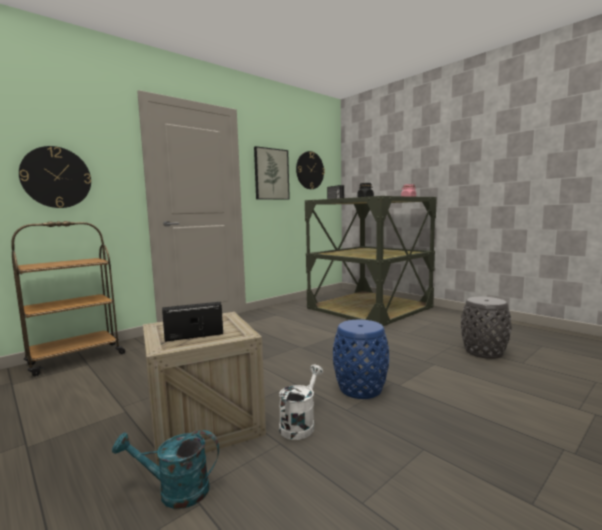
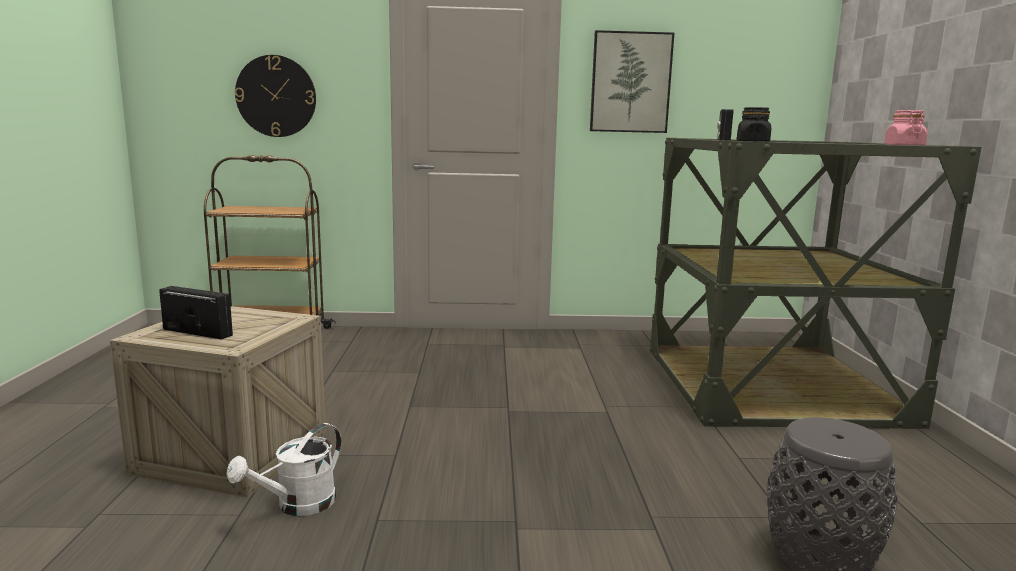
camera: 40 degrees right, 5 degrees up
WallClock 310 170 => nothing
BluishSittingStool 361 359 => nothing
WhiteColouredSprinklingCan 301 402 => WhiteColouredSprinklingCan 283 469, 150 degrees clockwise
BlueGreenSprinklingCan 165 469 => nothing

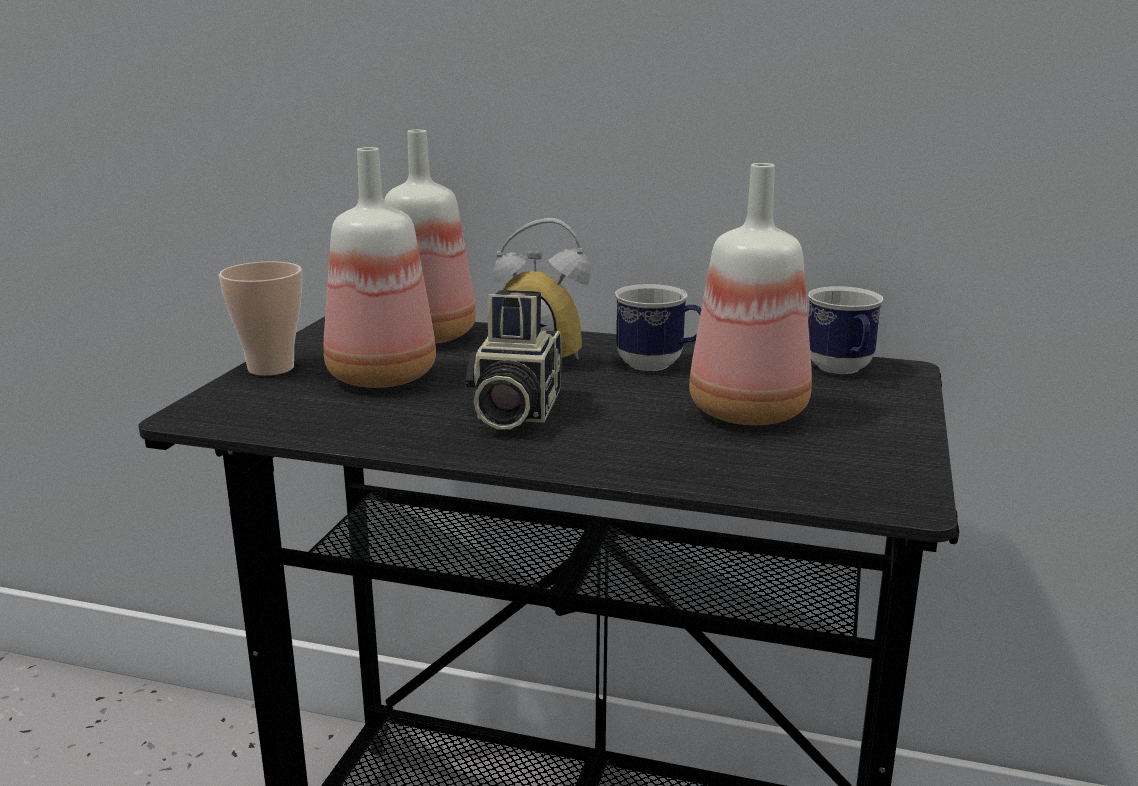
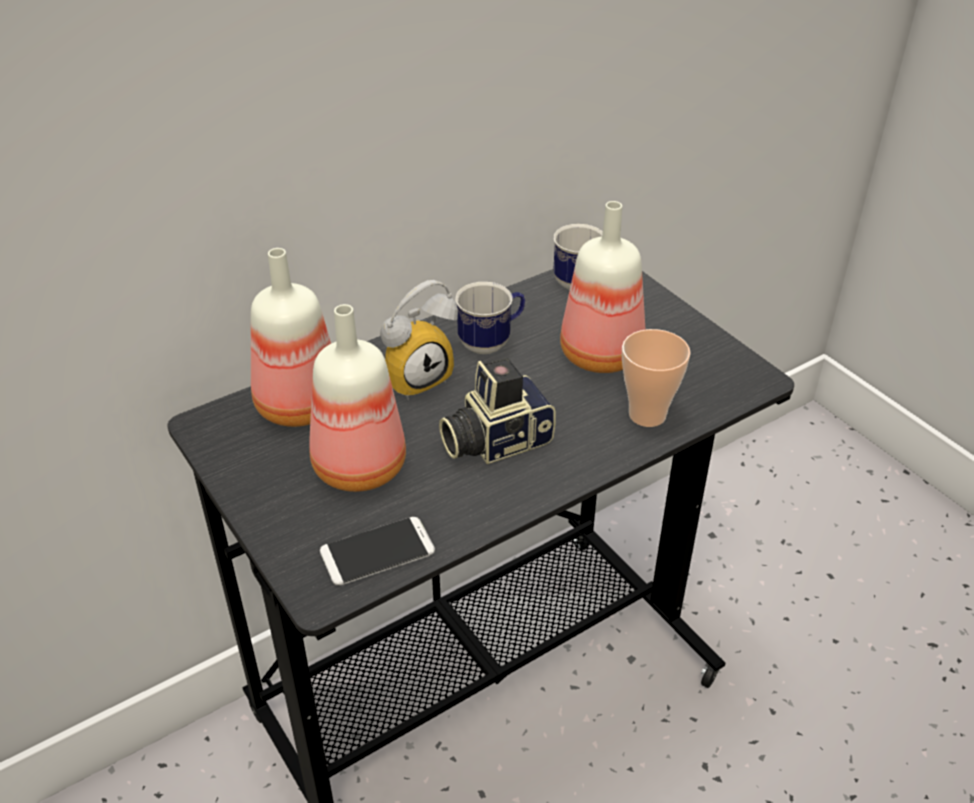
camera: 50 degrees left, 20 degrees up
DrinkingCup 260 318 => DrinkingCup 656 378, shifted
StillCamera 513 360 => StillCamera 497 411, 105 degrees clockwise
nothing => Telephone 377 551

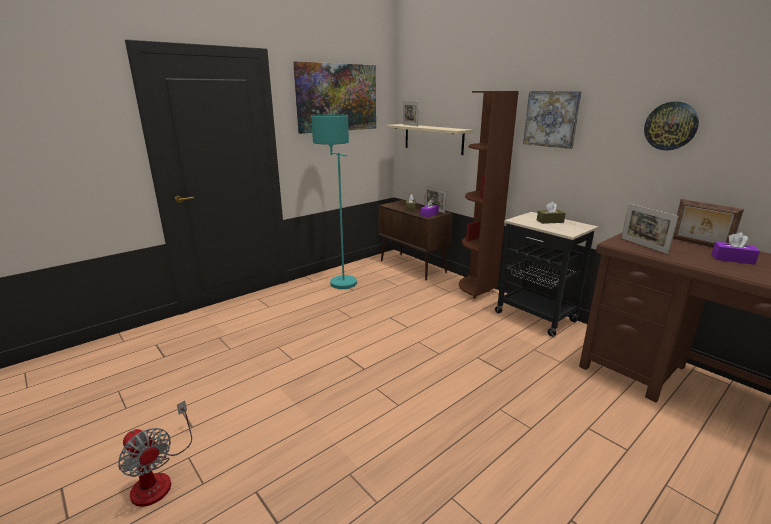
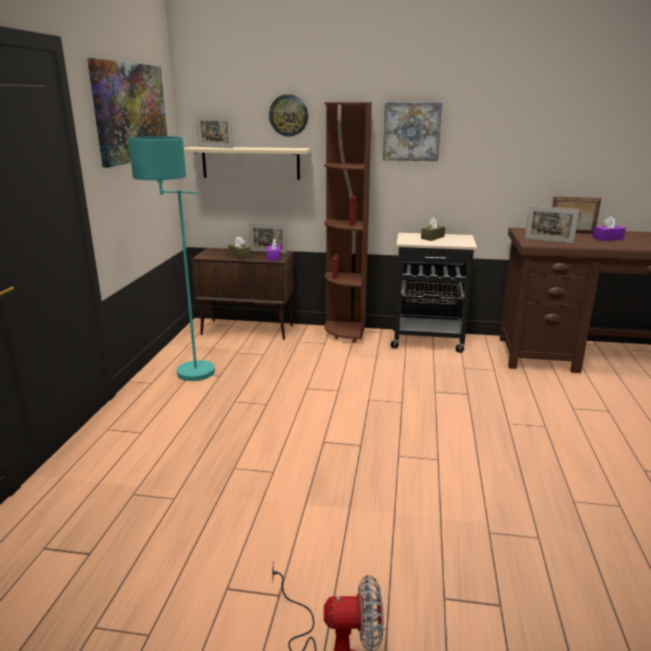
camera: 40 degrees left, 0 degrees up
WallClock 671 126 => WallClock 288 115, shifted

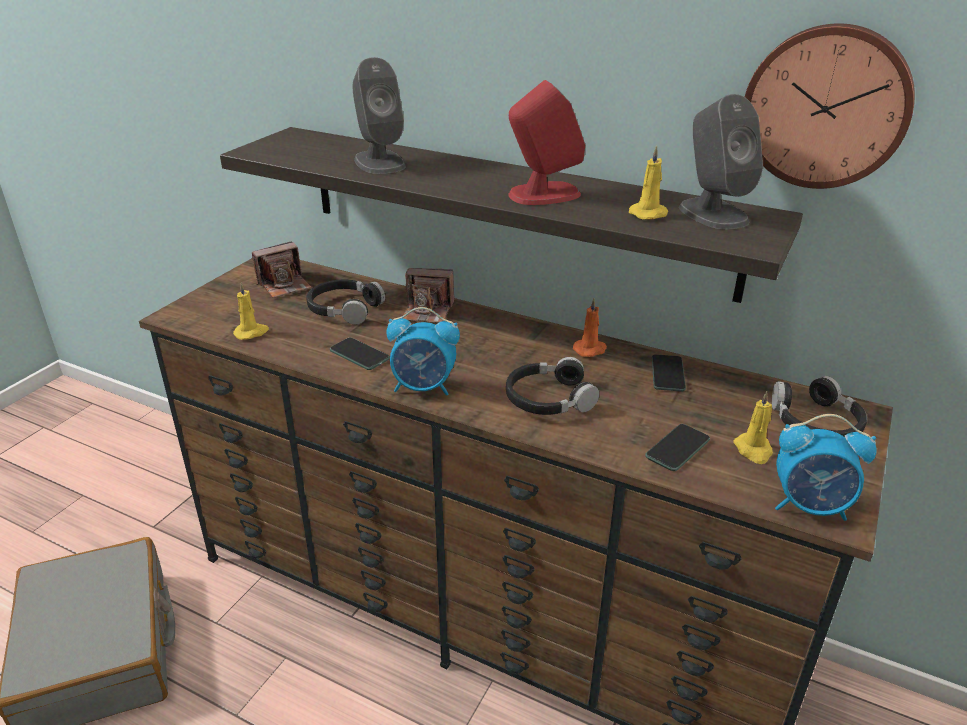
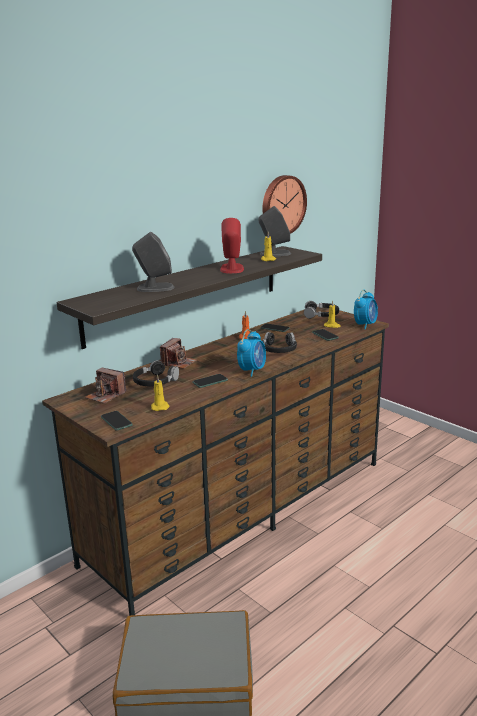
camera: 70 degrees left, 10 degrees down
StillCamera 282 269 => StillCamera 106 386, 135 degrees clockwise
nothing => Telephone 117 421

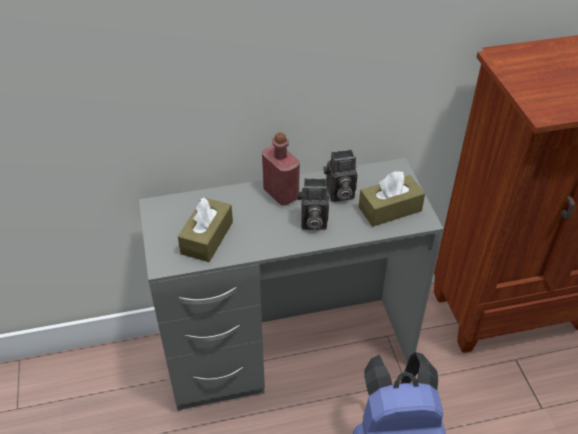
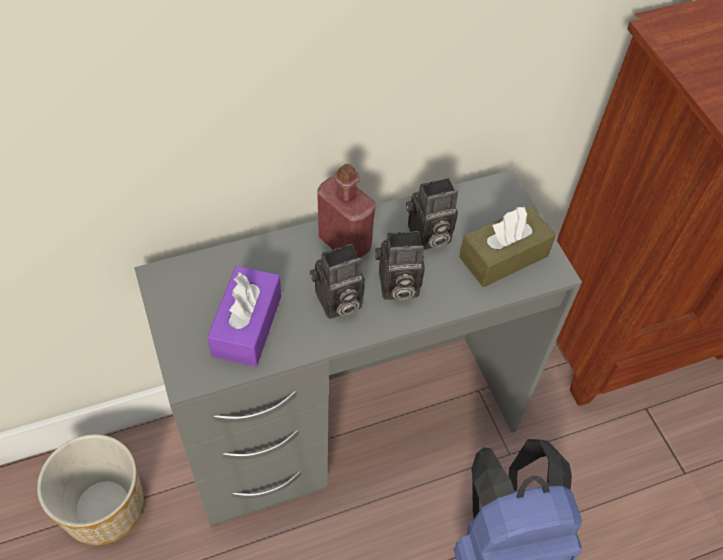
camera: 10 degrees left, 10 degrees up
BrownColouredTissueHolder 205 229 => PurpleTissueHolder 244 316
nothing => StillCamera 337 281
nothing => PlantPot 90 489

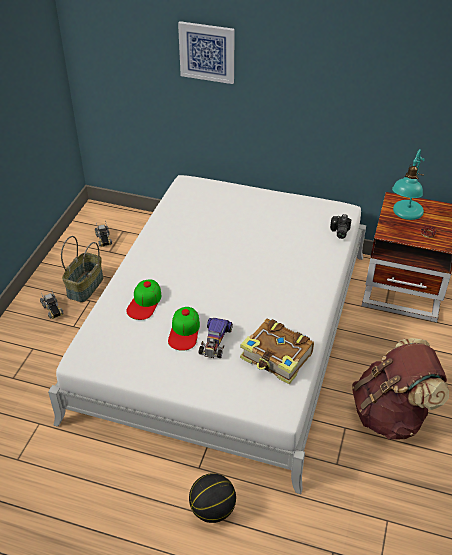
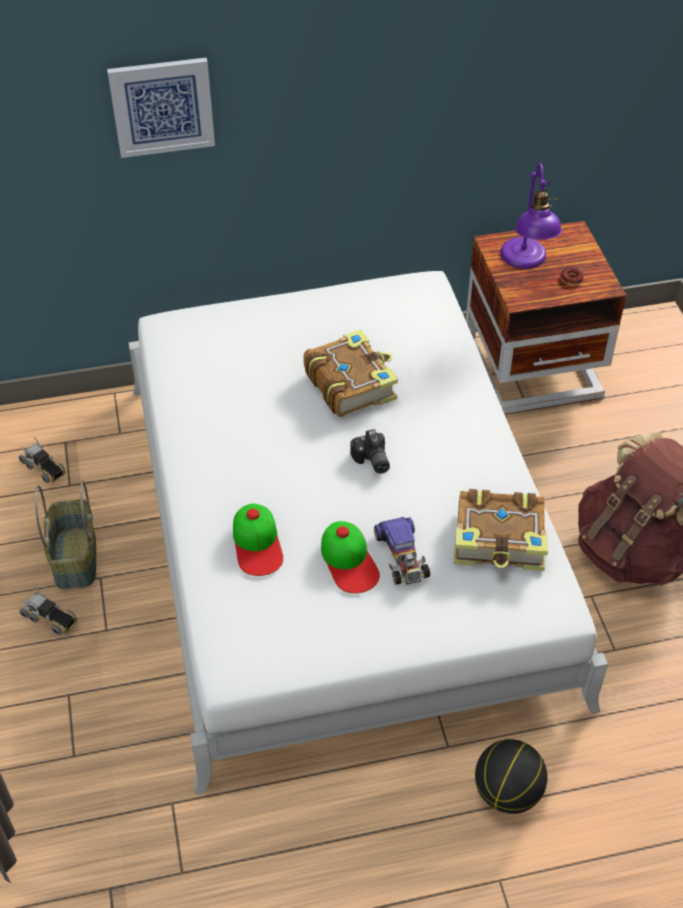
camera: 30 degrees left, 5 degrees up
BlueGreenTableLamp 408 184 => PurpleTableLamp 531 216
StillCamera 340 226 => StillCamera 370 451, shifted
nothing => Book 350 373

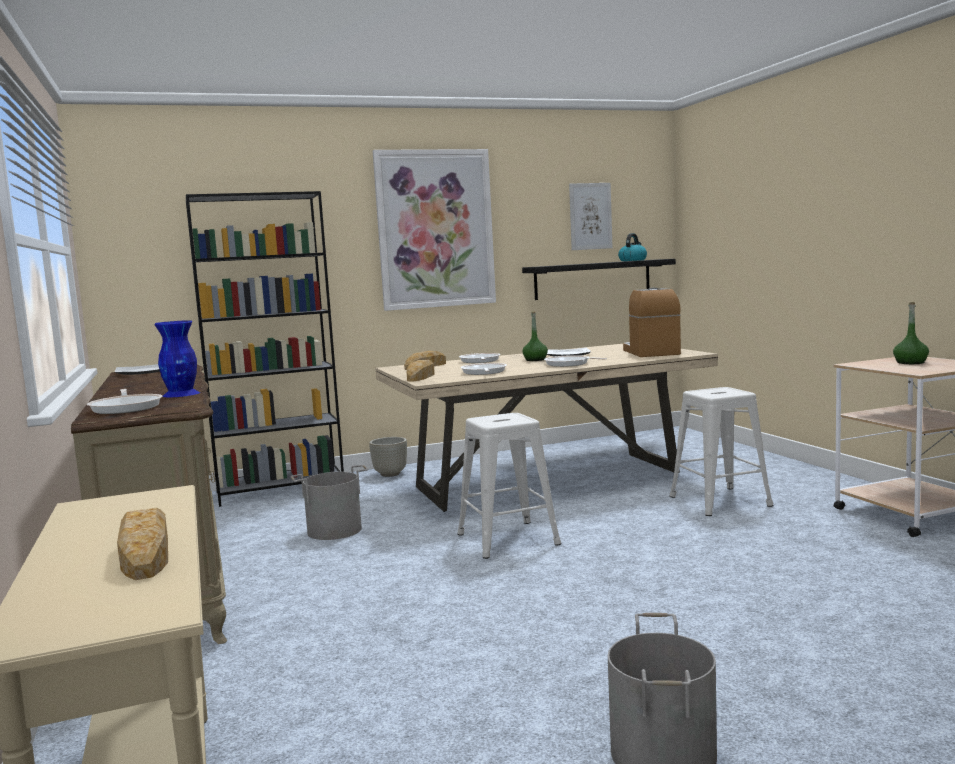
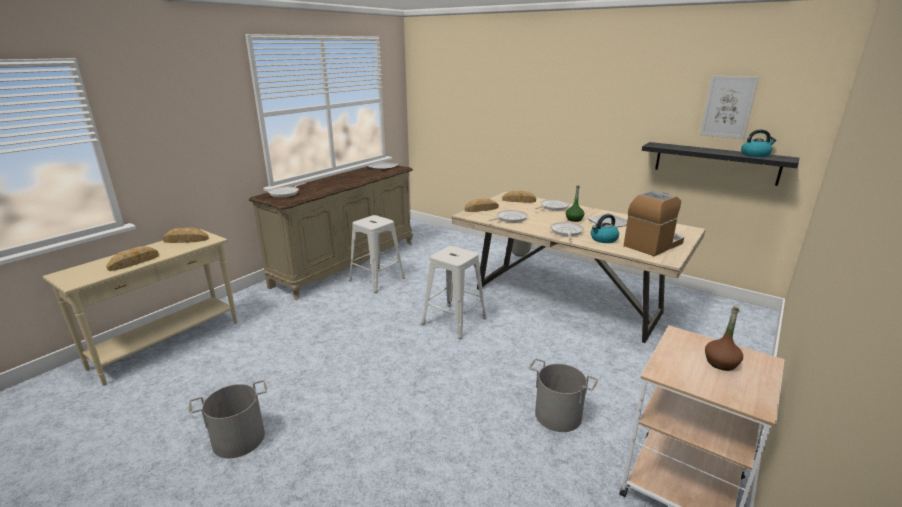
camera: 55 degrees right, 15 degrees up
Picture 434 230 => nothing
GrayBookshelf 265 349 => nothing
GreenBeverageBottle 911 333 => BrownColouredBeverageBottle 724 338
BluishDecorativeVase 177 358 => nothing
WhiteColouredSittingStool 722 451 => WhiteColouredSittingStool 377 254, shifted
GrayPail 329 502 => GrayPail 563 395, shifted
nothing => TeaKettle 605 228
nothing => BakedBread 186 235

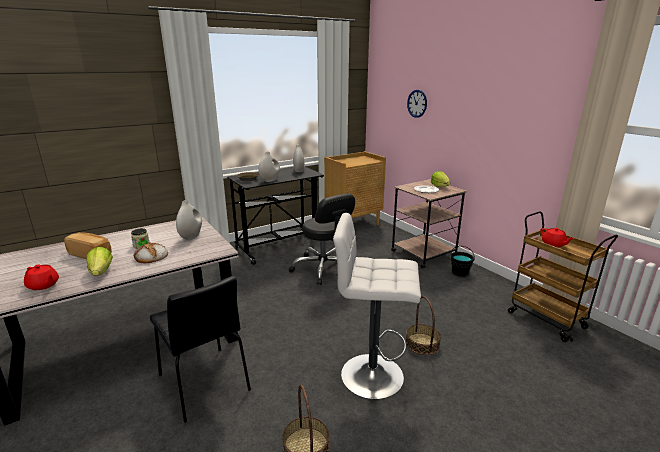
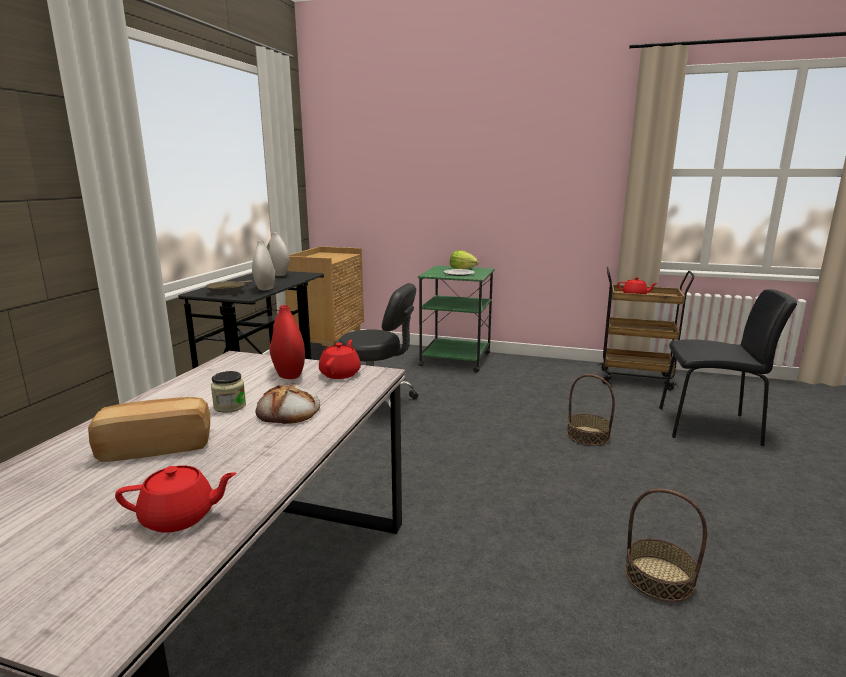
camera: 40 degrees left, 5 degrees down
WallClock 417 104 => nothing
BrownColouredTrolley 429 224 => GreenTrolley 456 319
WhiteColouredDecorativeVase 189 220 => ReddishDecorativeVase 287 342
WhiteColouredSittingStool 377 306 => nothing
BlackishPail 463 261 => nothing
LettuceHead 99 261 => nothing
BlackishChair 200 349 => BlackishChair 728 367, shifted
nothing => ReddishTeaPot 340 359

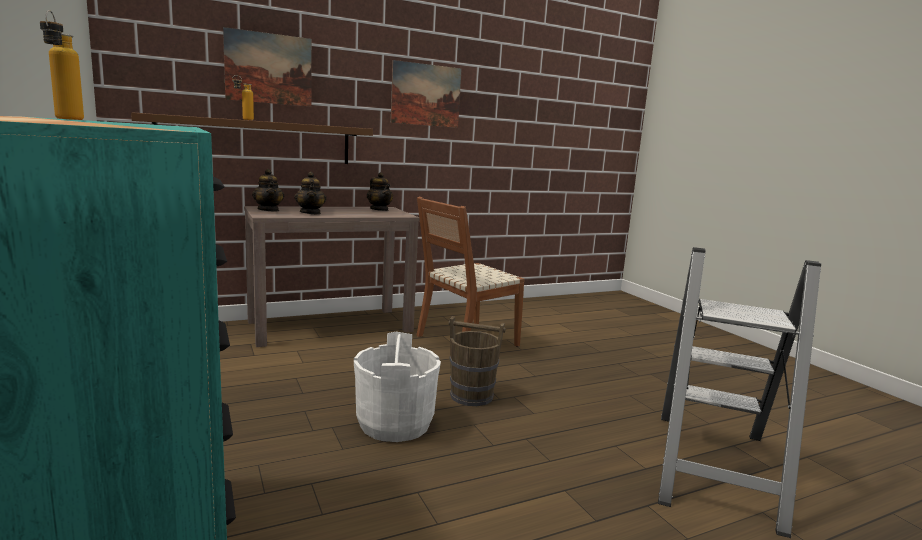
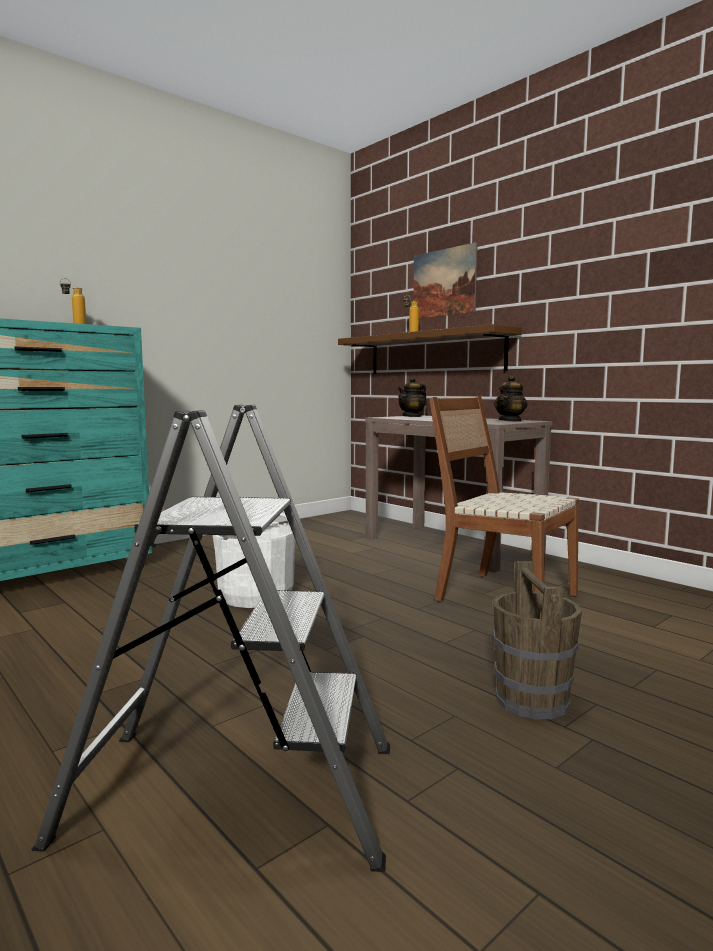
camera: 75 degrees right, 5 degrees down
Picture 426 94 => nothing
TeaPot 310 193 => nothing
BrownColouredPail 477 361 => BrownColouredPail 537 640, shifted

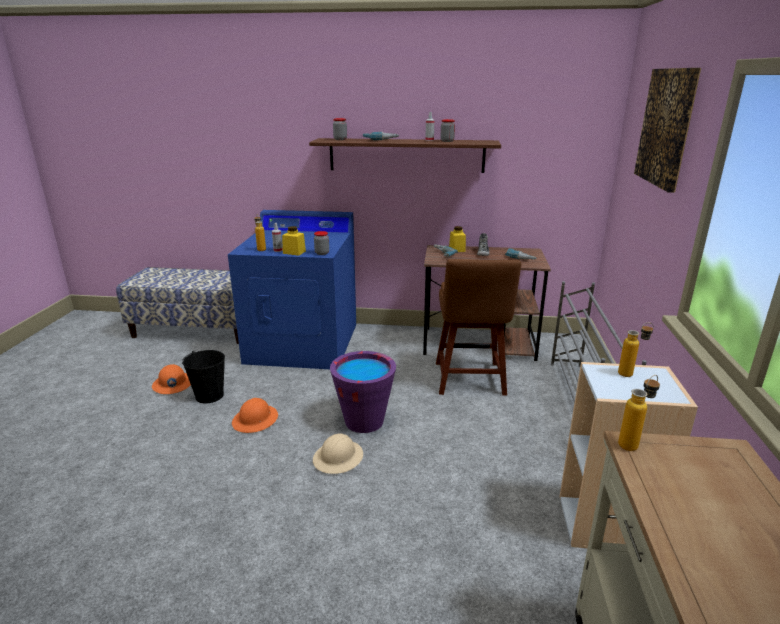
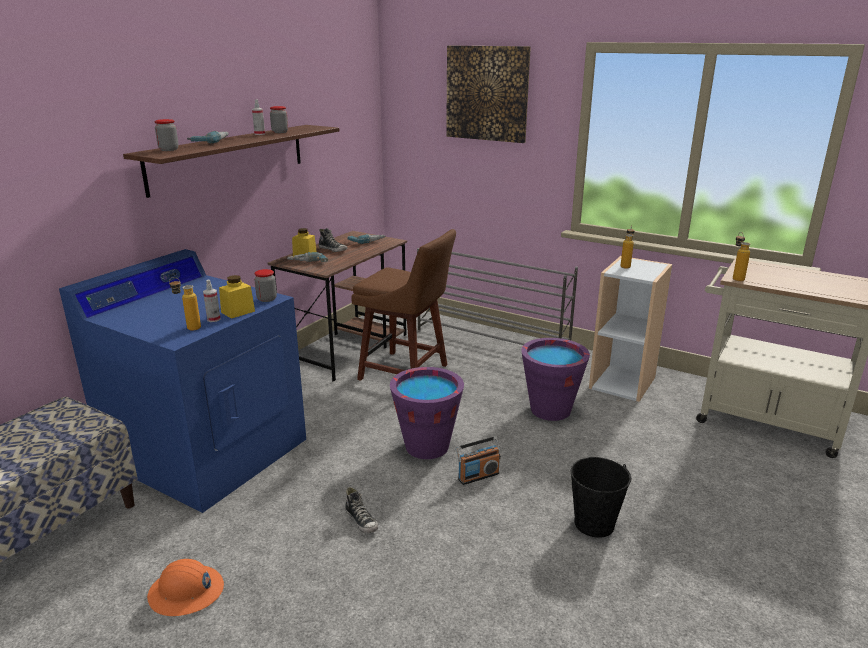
camera: 65 degrees left, 0 degrees up
BlackishPail 203 376 => BlackishPail 601 497, shifted
OrangeSafetyHelmet 255 415 => LowShoe 361 510
SandColouredSafetyHelmet 338 453 => Radio 478 460
nothing => PurplePail 555 379

